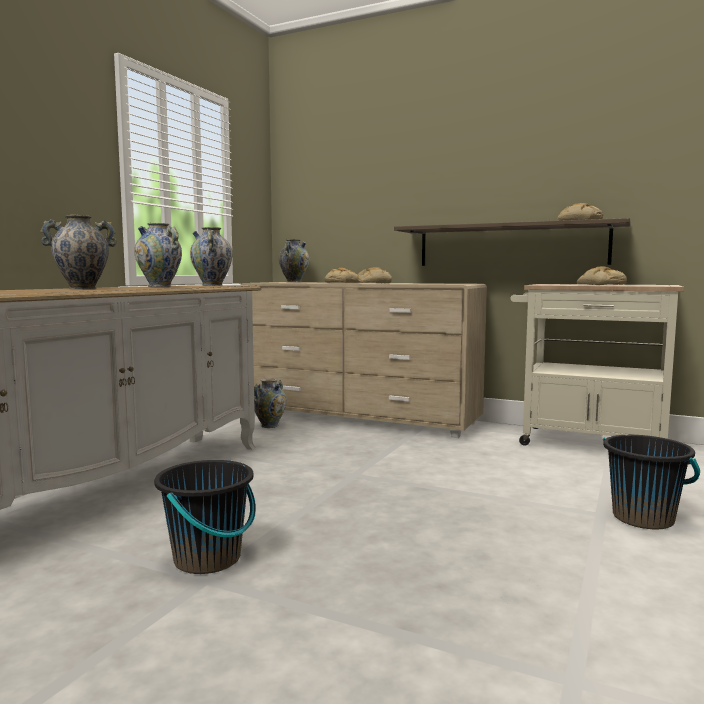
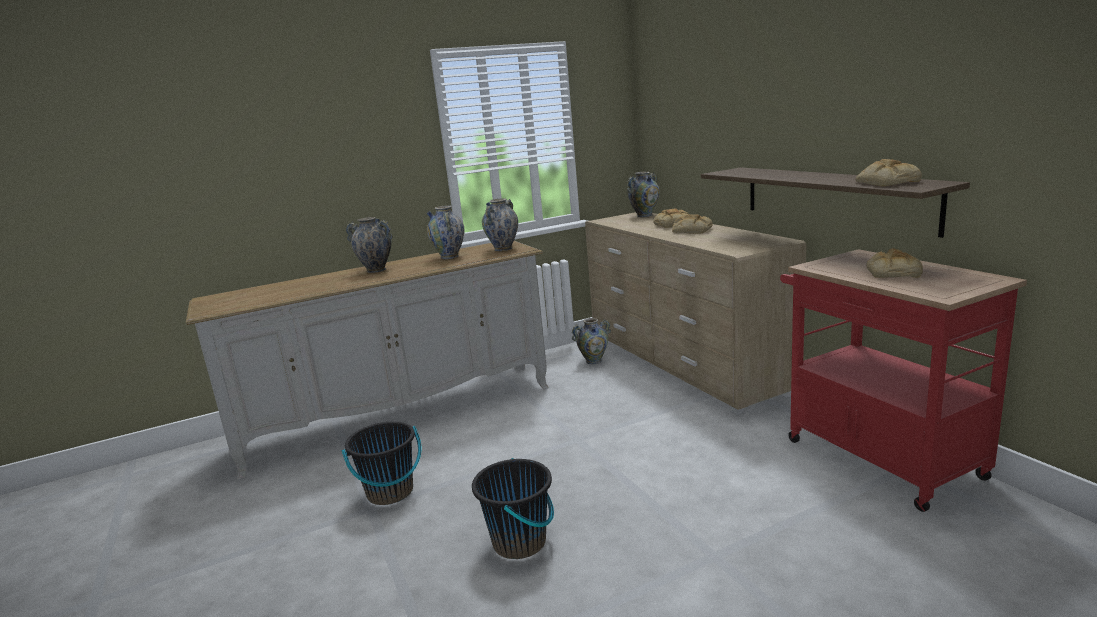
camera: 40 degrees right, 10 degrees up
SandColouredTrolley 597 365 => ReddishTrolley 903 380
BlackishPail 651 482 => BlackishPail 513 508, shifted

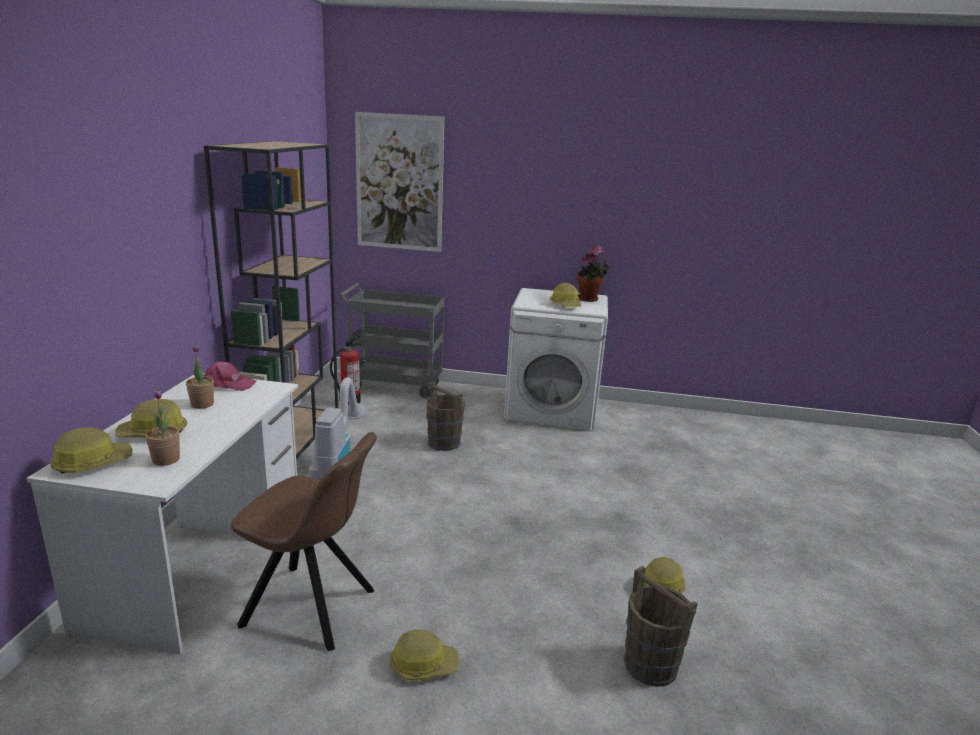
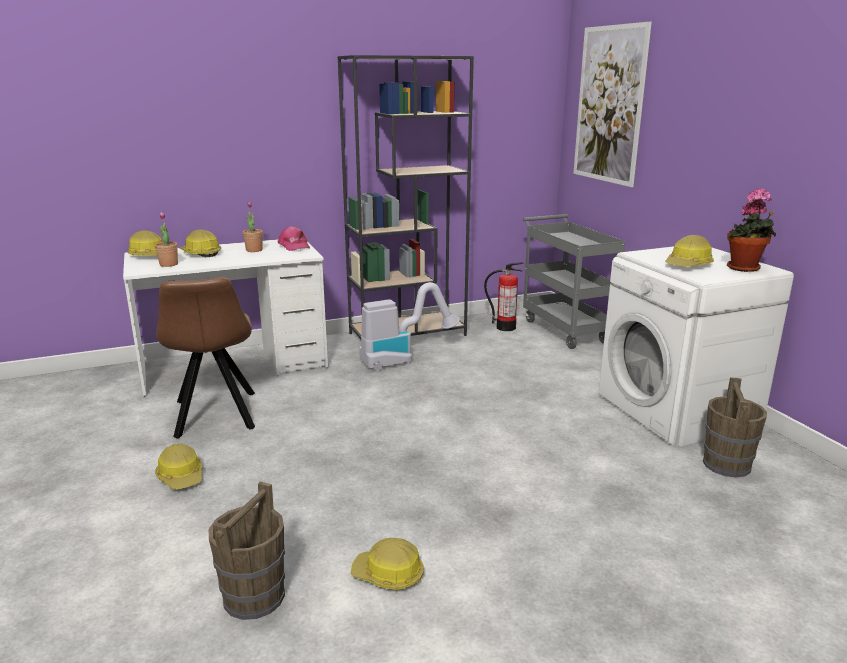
camera: 60 degrees right, 0 degrees up
BrownColouredPail 445 416 => BrownColouredPail 735 427, shifted

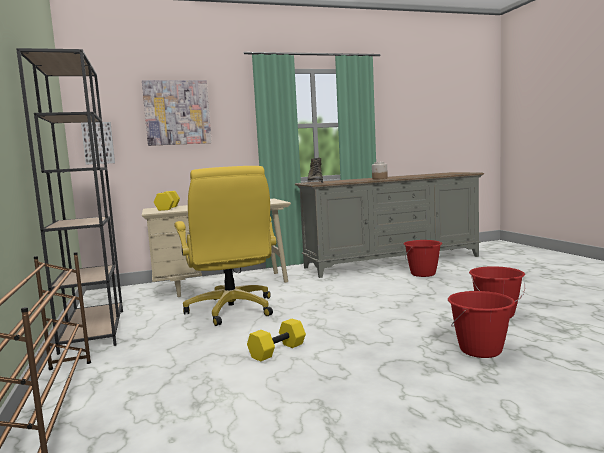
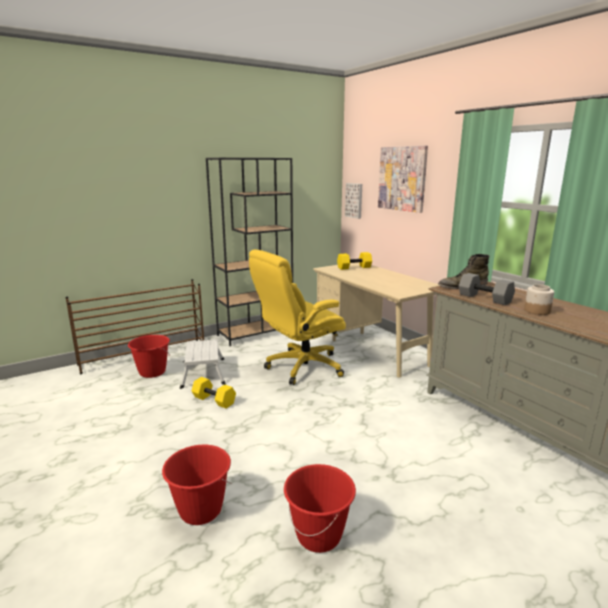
camera: 75 degrees right, 10 degrees up
ReddishPail 423 258 => ReddishPail 149 356, shifted
nothing => GrayDumbbell 487 289
nothing => WhiteColouredStepStool 203 364

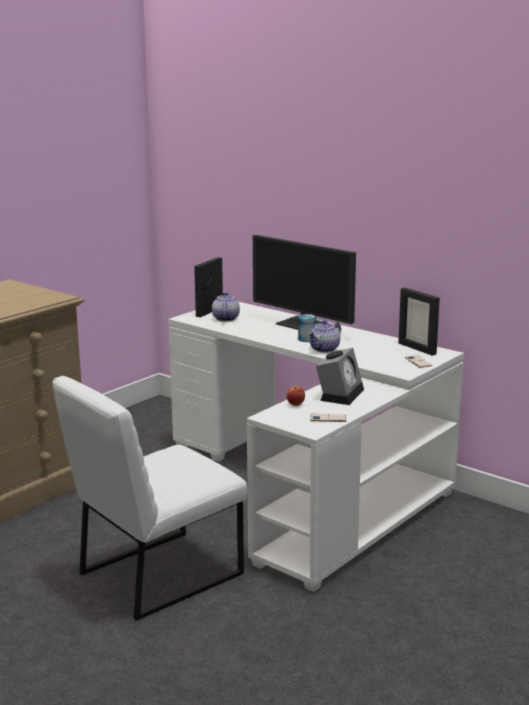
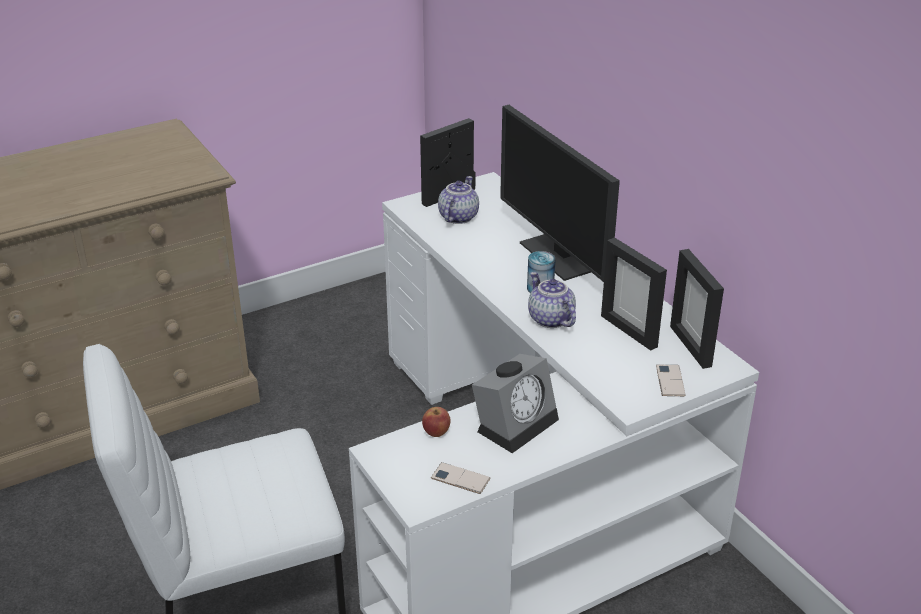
camera: 20 degrees right, 15 degrees up
TeaPot 324 336 => TeaPot 552 300, 90 degrees clockwise
nothing => StandingFrame 634 294

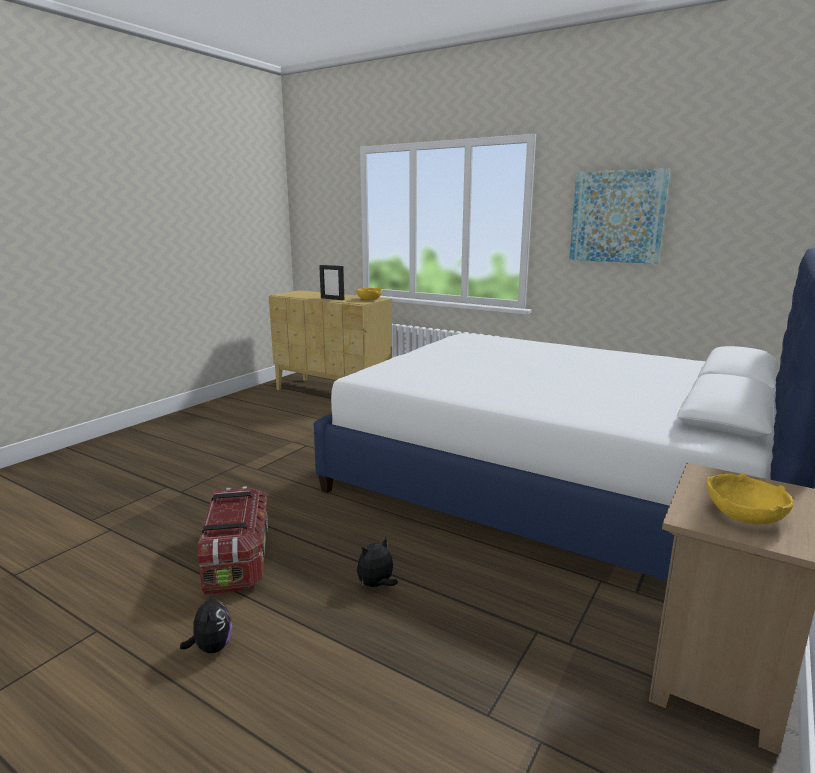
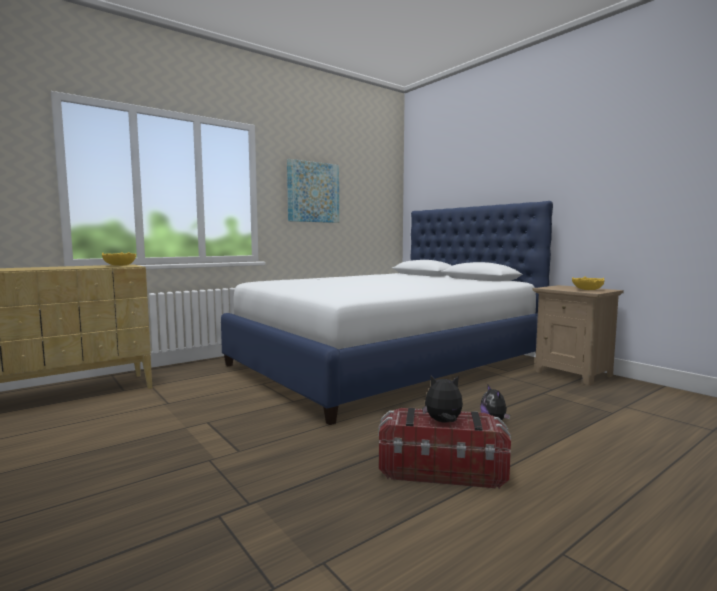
camera: 70 degrees left, 10 degrees down
StandingFrame 331 282 => nothing
CuddlyToy 206 621 => CuddlyToy 442 399, shifted

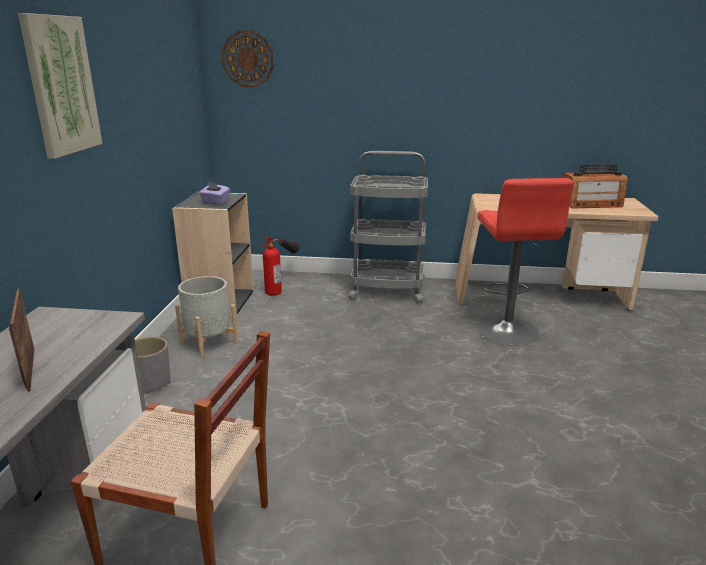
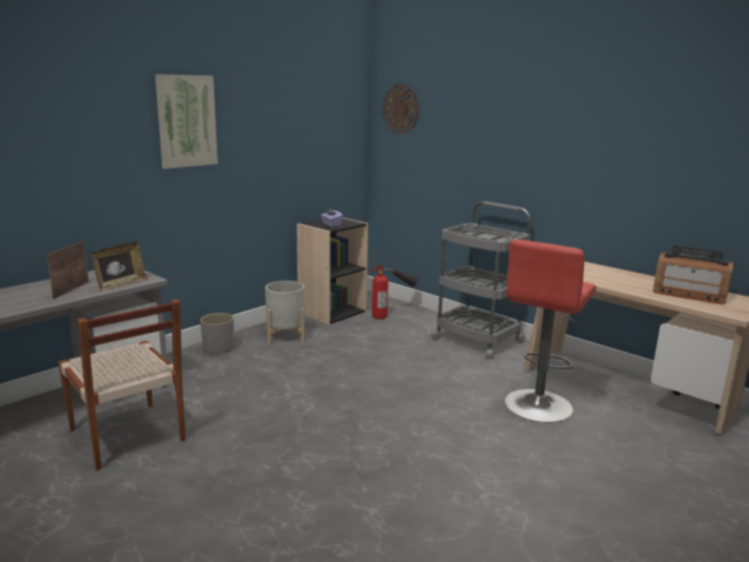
camera: 35 degrees right, 5 degrees down
nothing => StandingFrame 119 266

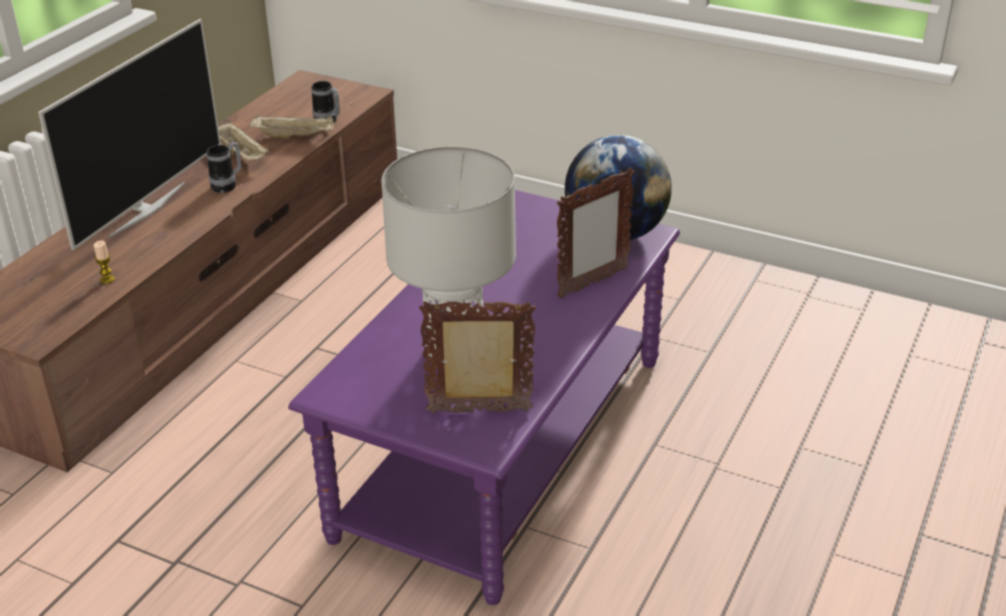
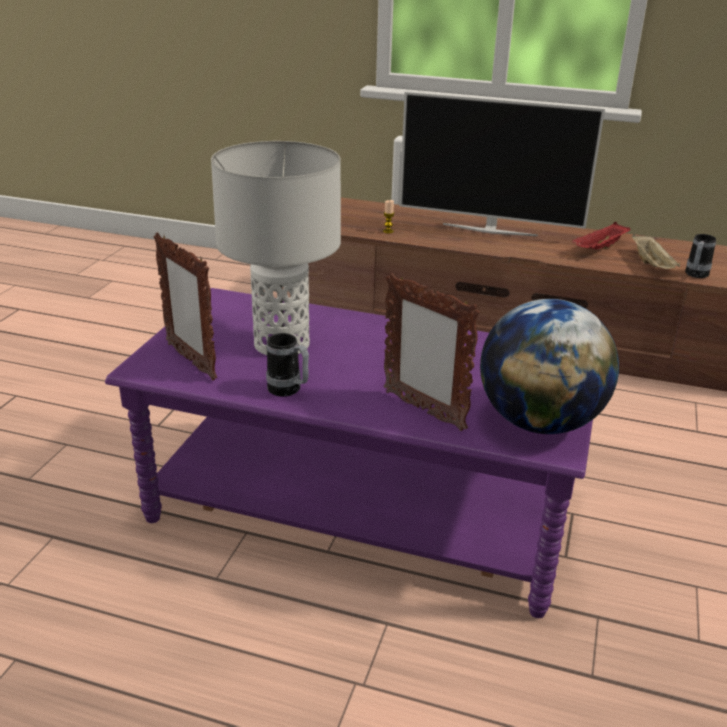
camera: 80 degrees right, 5 degrees down
SandColouredServingTray 243 141 => ReddishServingTray 601 236
CoffeeMug 224 167 => CoffeeMug 287 365, shifted
StandingFrame 477 358 => StandingFrame 185 307, 150 degrees clockwise

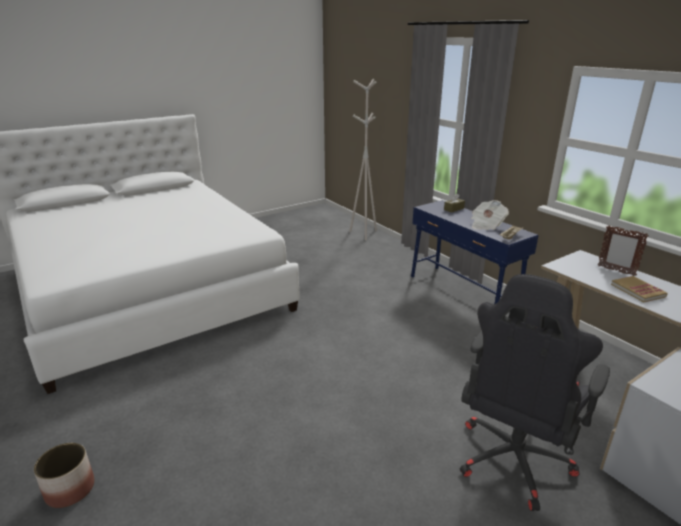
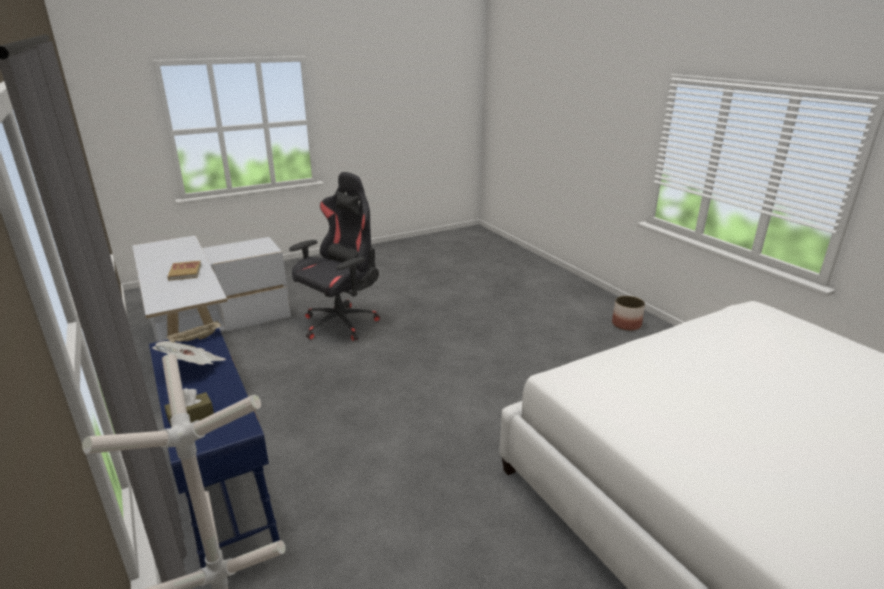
camera: 175 degrees left, 0 degrees up
StandingFrame 623 251 => nothing

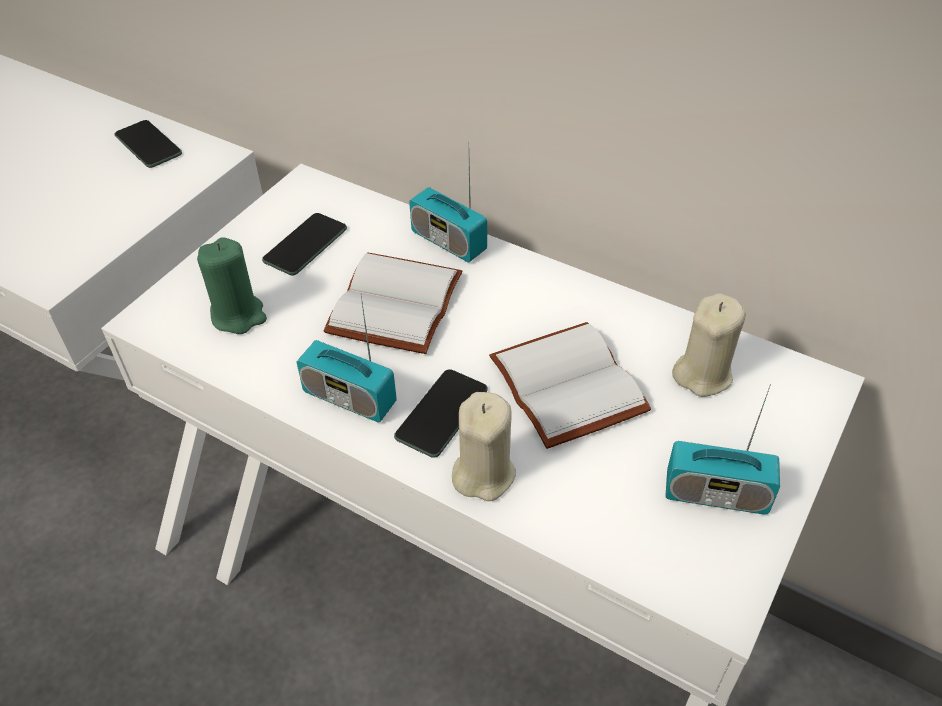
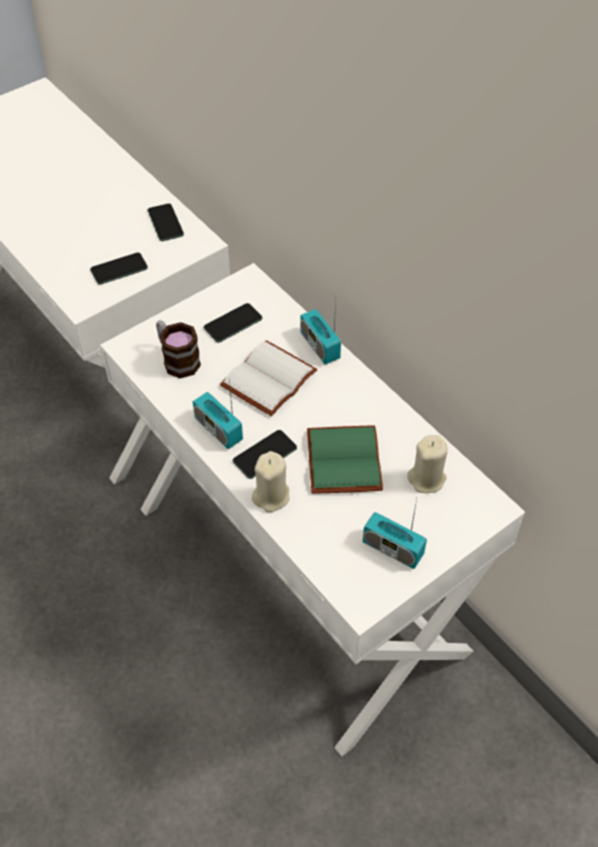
camera: 20 degrees right, 5 degrees up
GreenWaxCandle 232 285 => CoffeeMug 178 349
WhiteColouredBook 570 385 => GreenBook 345 459
nothing => Telephone 119 269

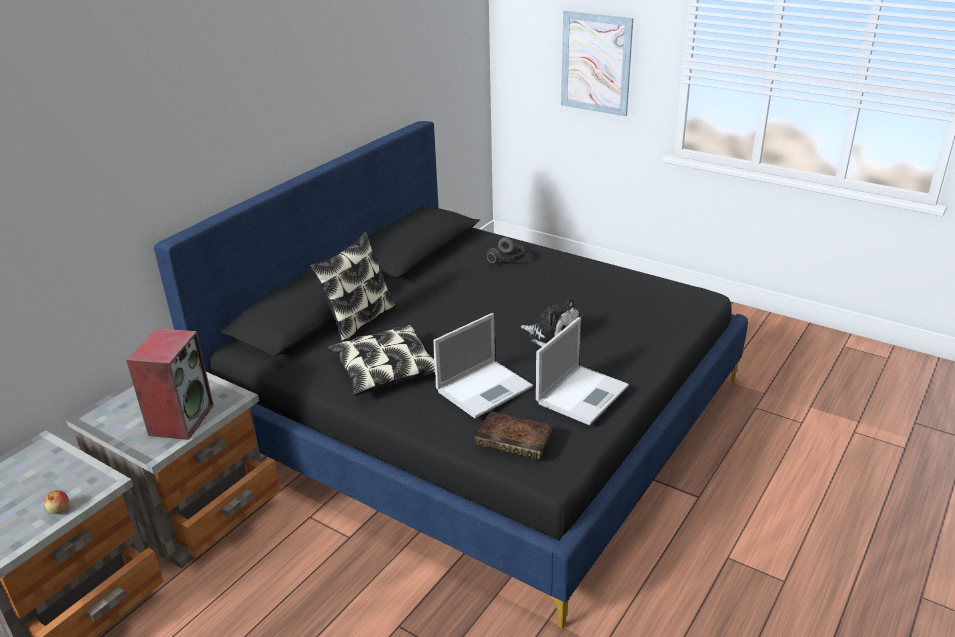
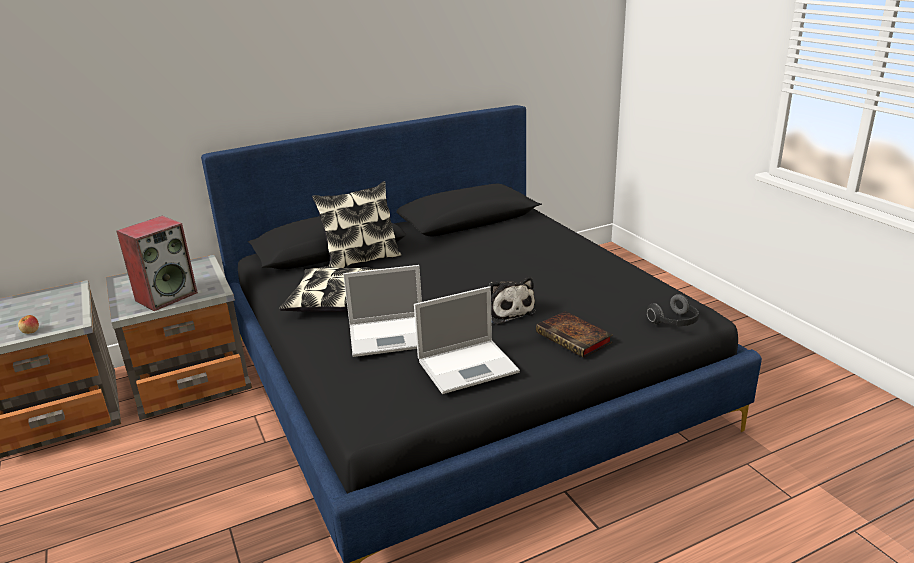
camera: 30 degrees right, 5 degrees down
Picture 597 63 => nothing
PairOfHeadphones 505 251 => PairOfHeadphones 673 310, shifted
Book 514 435 => Book 574 334, shifted

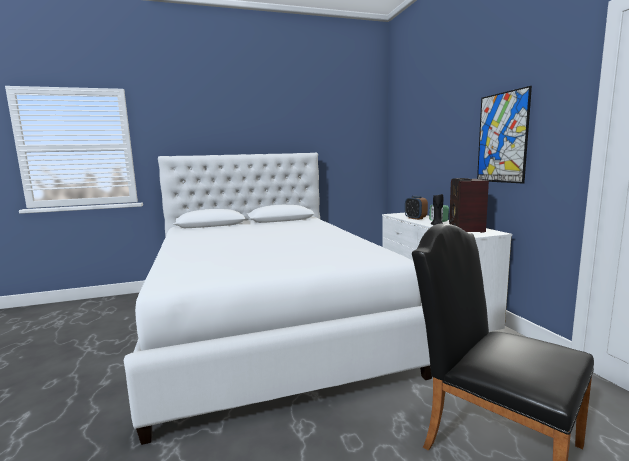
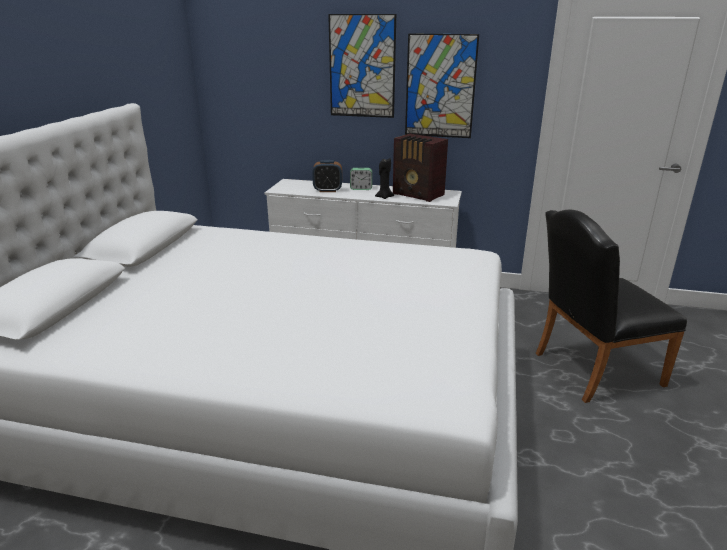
camera: 60 degrees left, 15 degrees up
nothing => Picture 362 66

